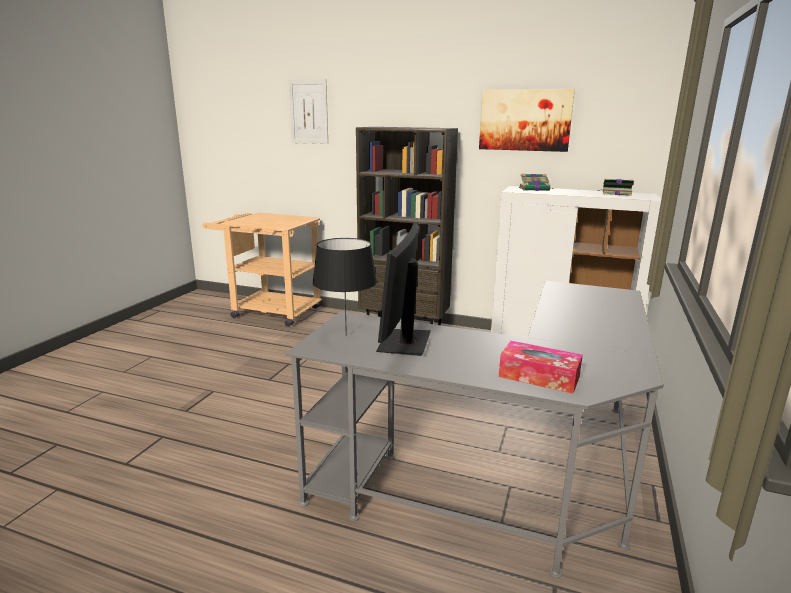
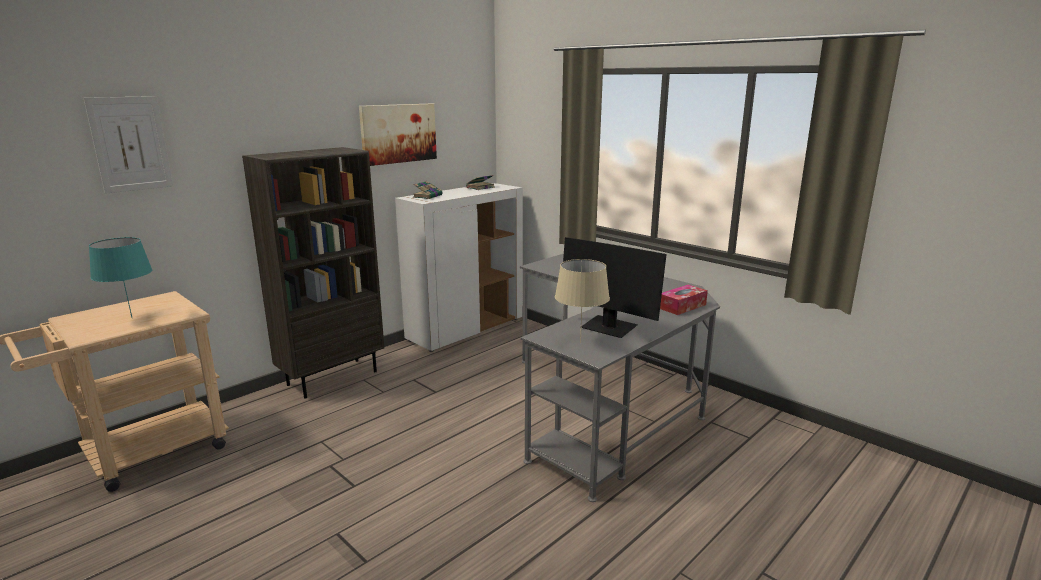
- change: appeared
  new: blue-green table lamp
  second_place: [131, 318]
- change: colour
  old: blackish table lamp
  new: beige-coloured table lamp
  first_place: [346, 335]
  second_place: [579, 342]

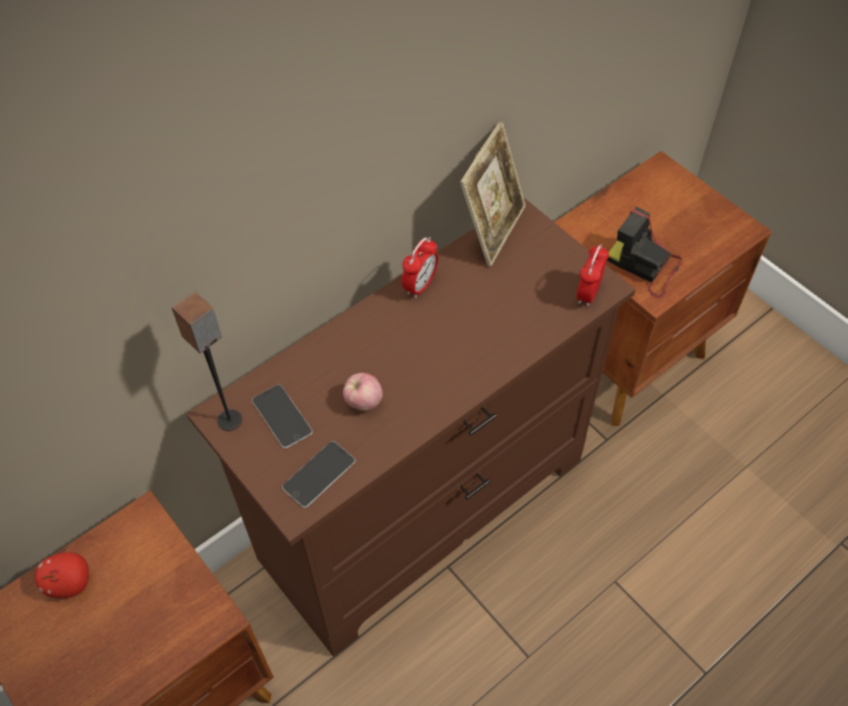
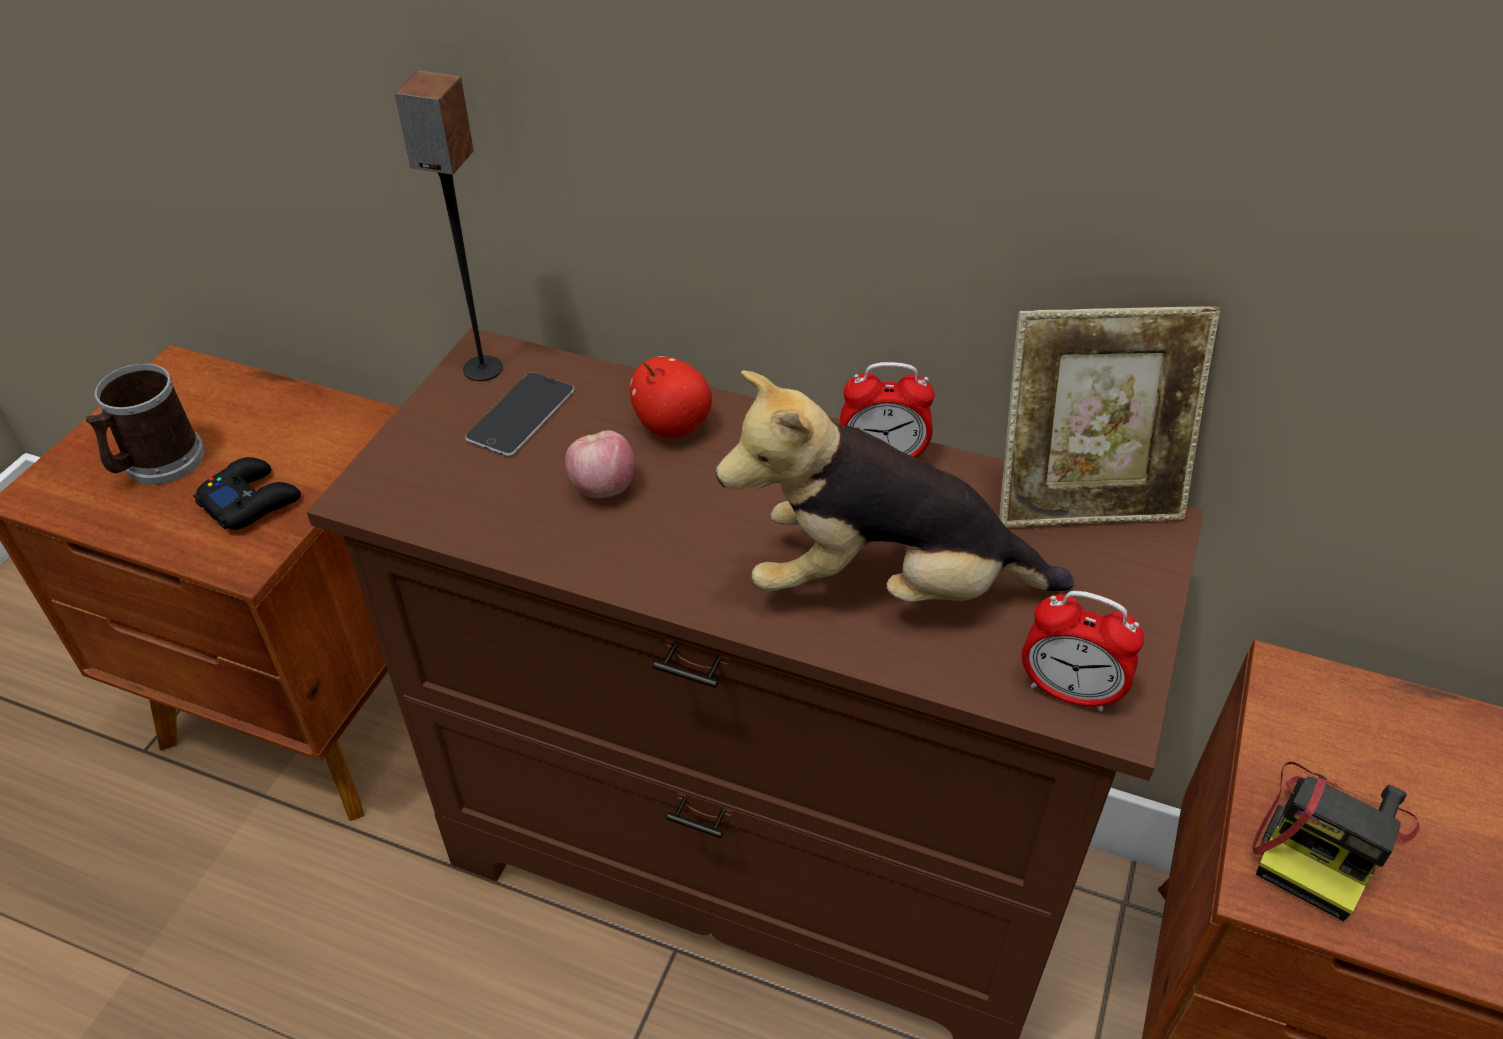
- change: missing
  old: handset
  first_place: [319, 474]
- change: appeared
  new: mug
  second_place: [157, 463]
- change: appeared
  new: blackish game controller
  second_place: [251, 501]
- change: appeared
  new: cuddly toy
  second_place: [885, 586]
- change: relocated
  old: apple fruit
  first_place: [70, 583]
  second_place: [672, 426]
- change: spun
  old: alarm clock
  first_place: [588, 293]
  second_place: [1069, 692]
  degrees: -150
- change: spun
  old: photo camera
  first_place: [645, 266]
  second_place: [1327, 839]
  degrees: -150

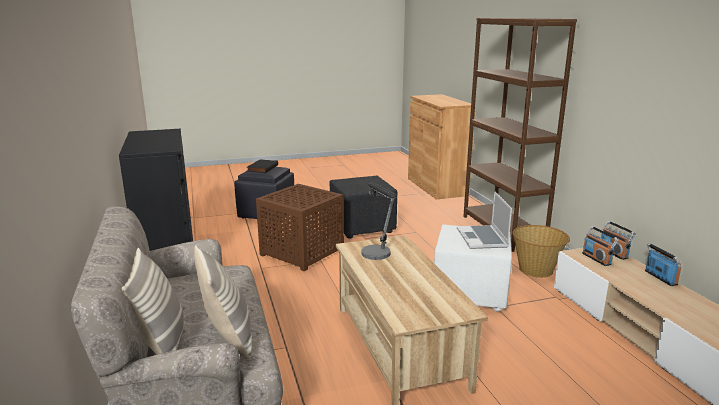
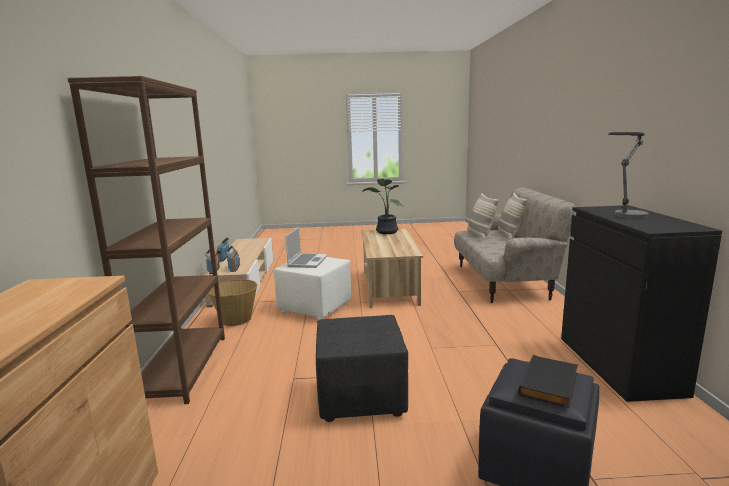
- change: missing
  old: brown accent table
  first_place: [302, 252]
- change: appeared
  new: potted plant
  second_place: [386, 232]
- change: relocated
  old: table lamp
  first_place: [379, 257]
  second_place: [625, 213]

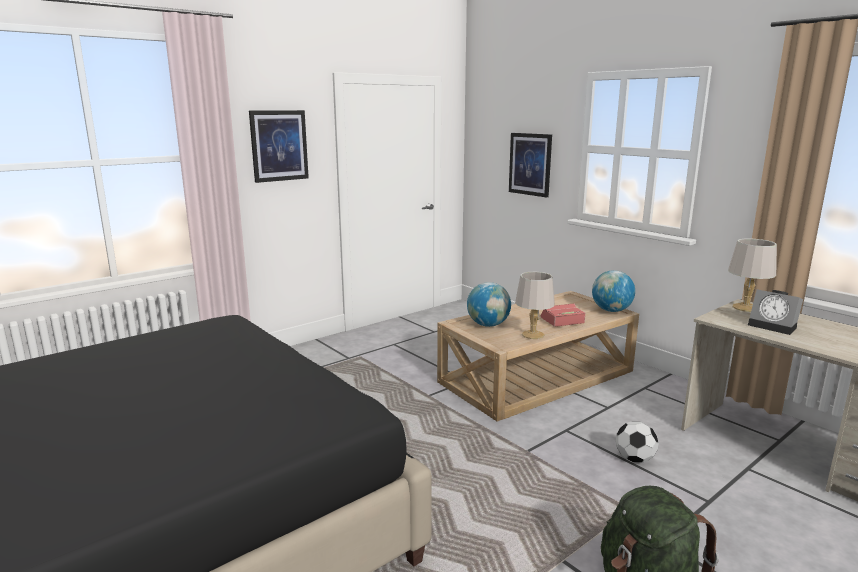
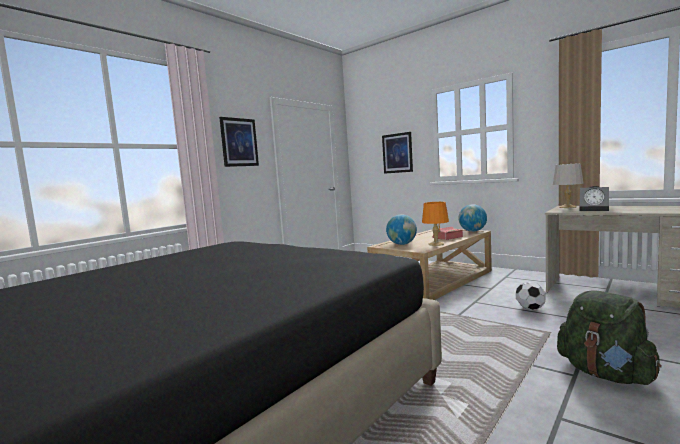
- change: colour
  old: gray table lamp
  new: orange-coloured table lamp
  first_place: [533, 334]
  second_place: [436, 244]

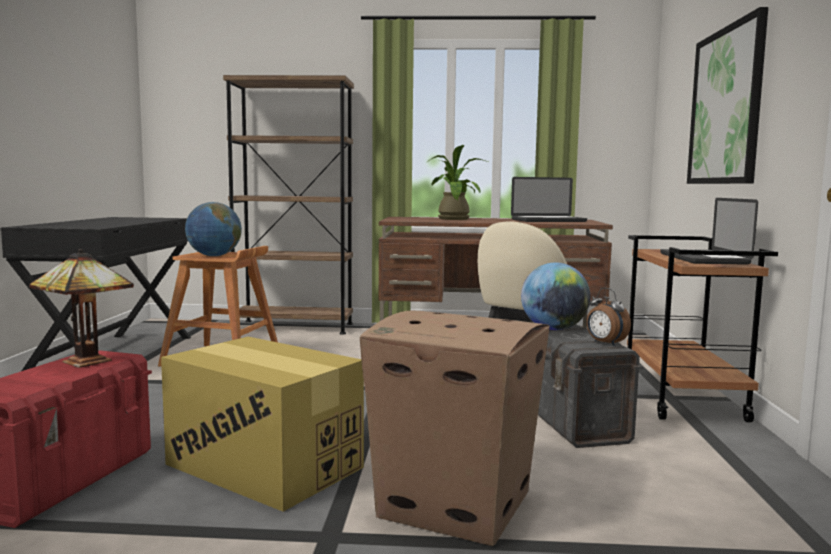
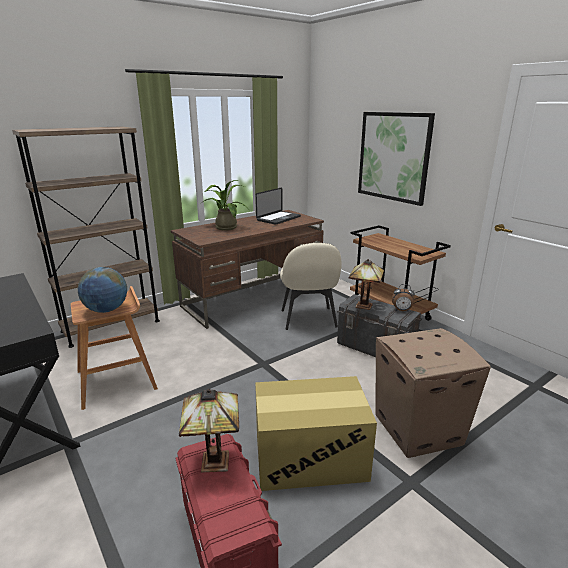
- change: missing
  old: laptop
  first_place: [703, 259]
- change: exchanged
  old: desk globe
  new: table lamp
  first_place: [554, 329]
  second_place: [363, 305]

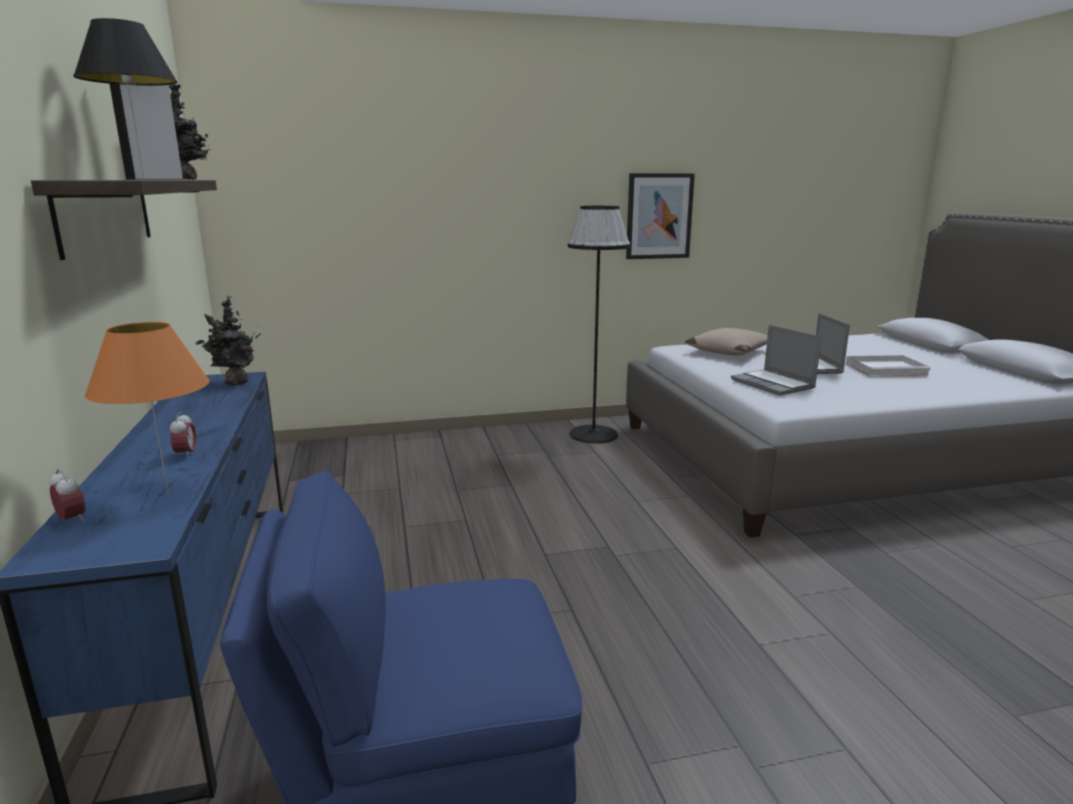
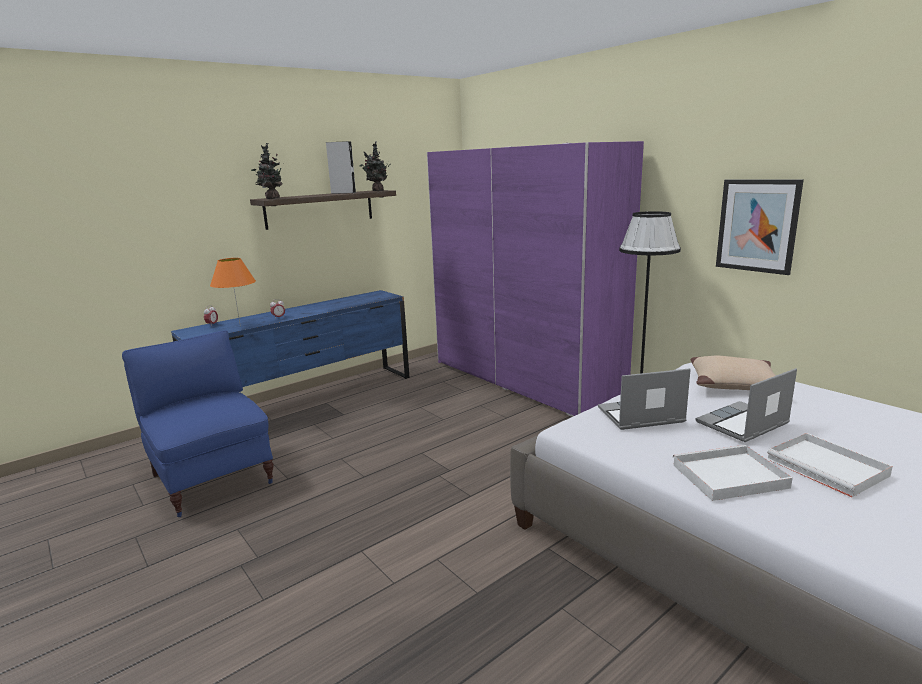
- change: missing
  old: blackish table lamp
  first_place: [143, 179]
- change: appeared
  new: purple-coloured clothes cupboard
  second_place: [524, 379]
- change: appeared
  new: white-coloured tray
  second_place: [727, 477]
- change: relocated
  old: potted plant
  first_place: [235, 383]
  second_place: [271, 198]
- change: spun
  old: laptop
  first_place: [774, 384]
  second_place: [640, 416]
  degrees: 45

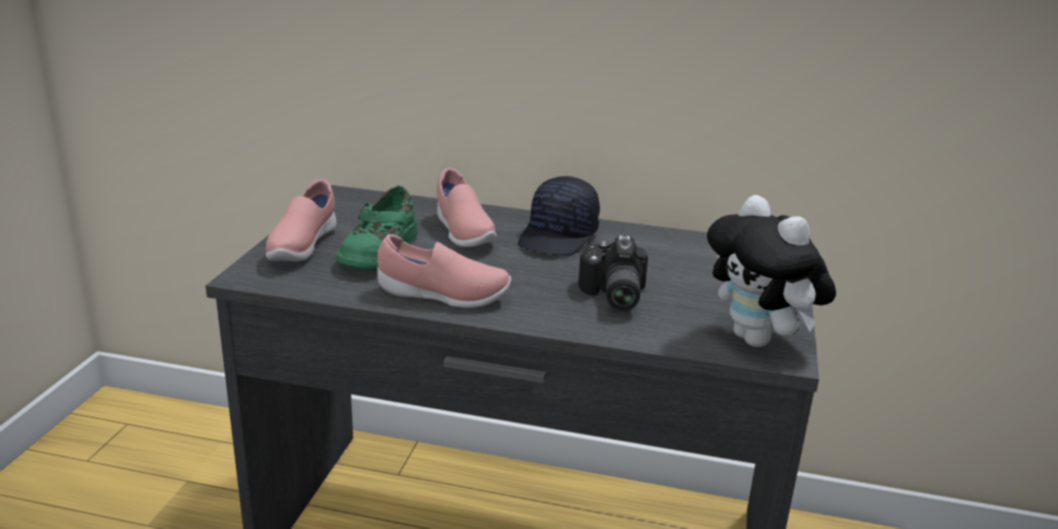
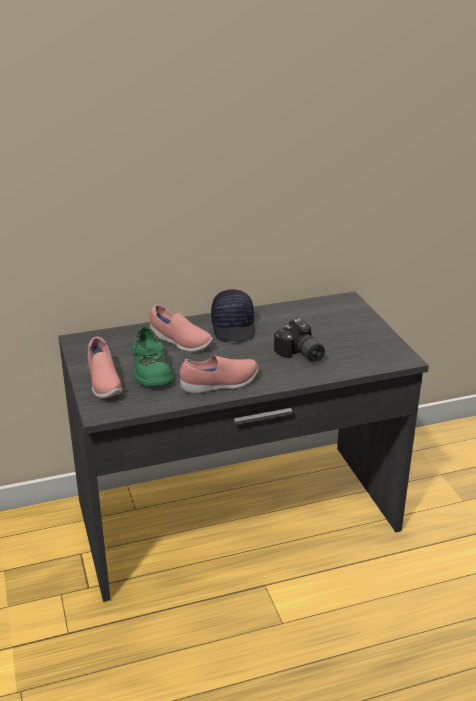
- change: missing
  old: cuddly toy
  first_place: [759, 340]

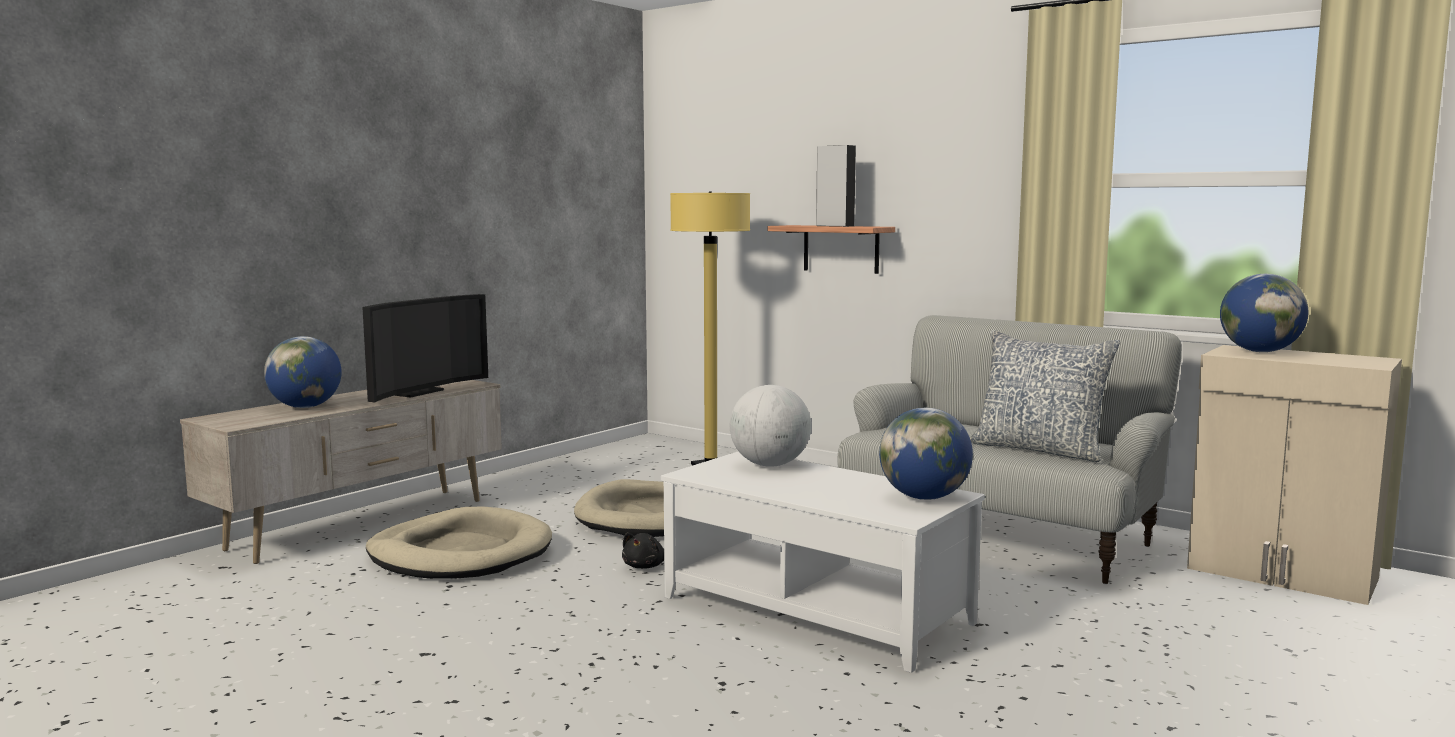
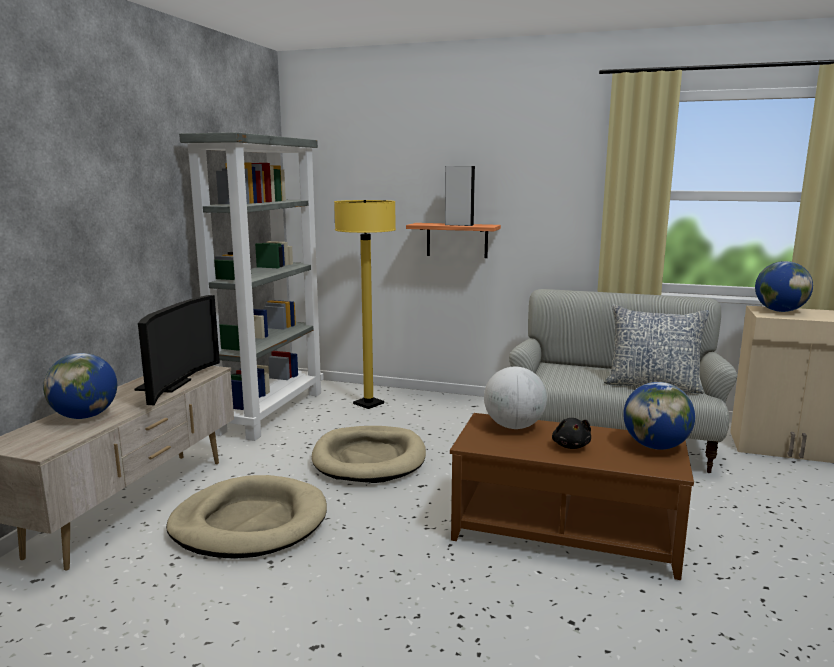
- change: appeared
  new: gray bookshelf
  second_place: [270, 411]
- change: relocated
  old: blackish cuddly toy
  first_place: [645, 566]
  second_place: [571, 446]
- change: colour
  old: white-coloured lounge table
  new: brown lounge table
  first_place: [817, 609]
  second_place: [565, 531]

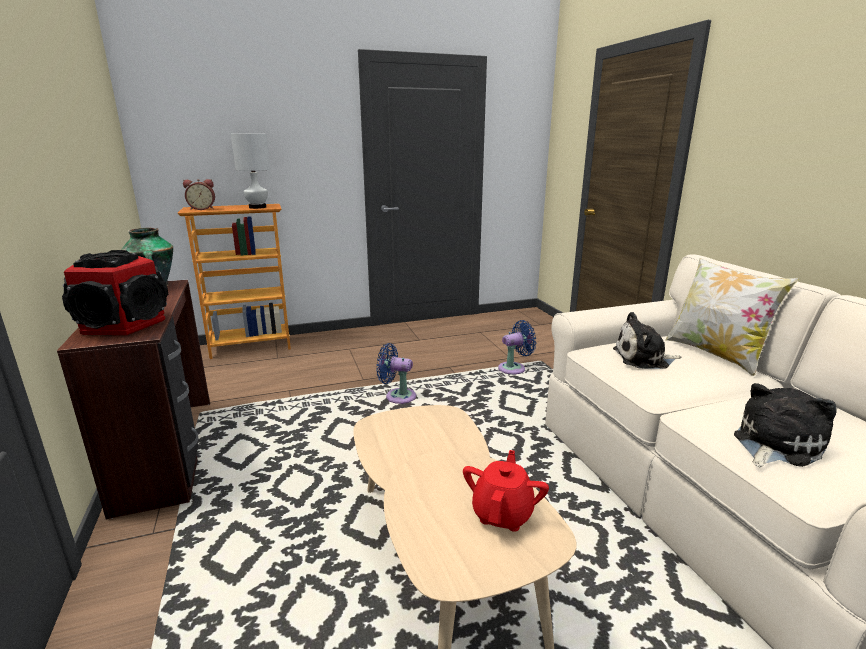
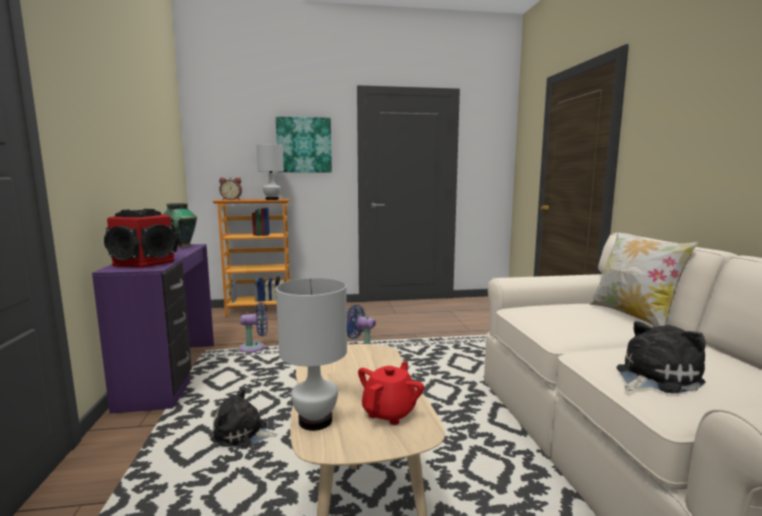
- change: appeared
  new: wall art
  second_place: [304, 145]
- change: appeared
  new: white-coloured table lamp
  second_place: [315, 421]
- change: relocated
  old: bluish fan
  first_place: [514, 368]
  second_place: [255, 347]
- change: relocated
  old: cuddly toy
  first_place: [644, 359]
  second_place: [243, 434]
- change: colour
  old: brown desk table
  new: purple-coloured desk table
  first_place: [169, 451]
  second_place: [172, 373]

